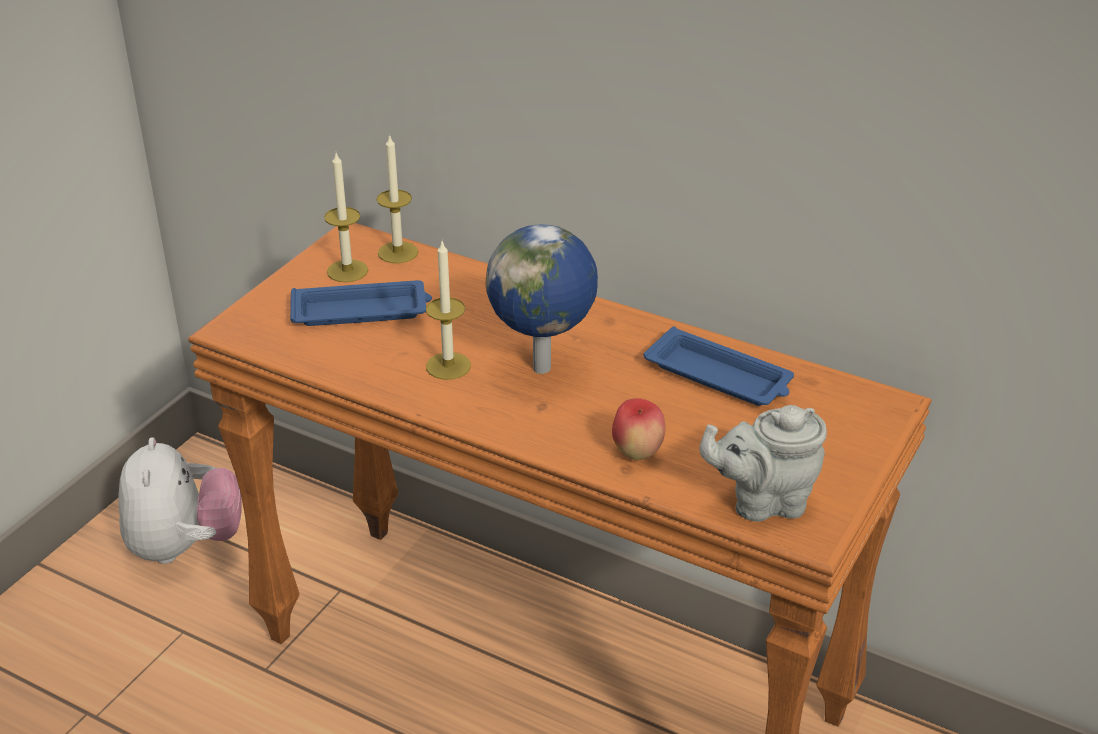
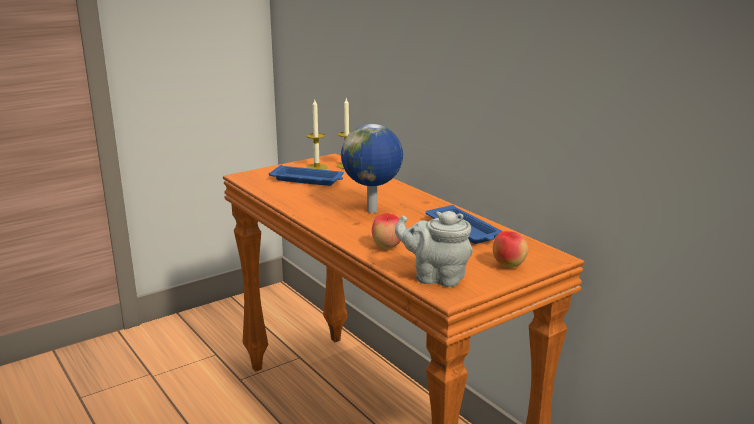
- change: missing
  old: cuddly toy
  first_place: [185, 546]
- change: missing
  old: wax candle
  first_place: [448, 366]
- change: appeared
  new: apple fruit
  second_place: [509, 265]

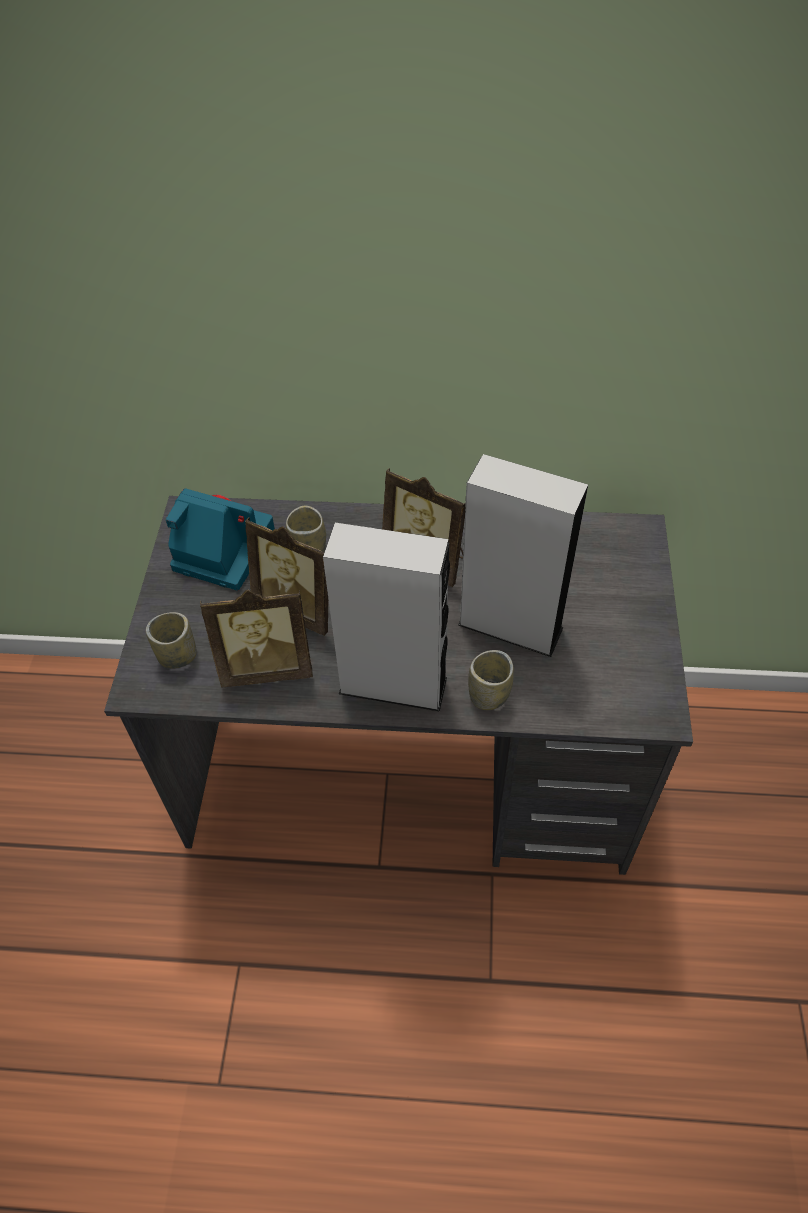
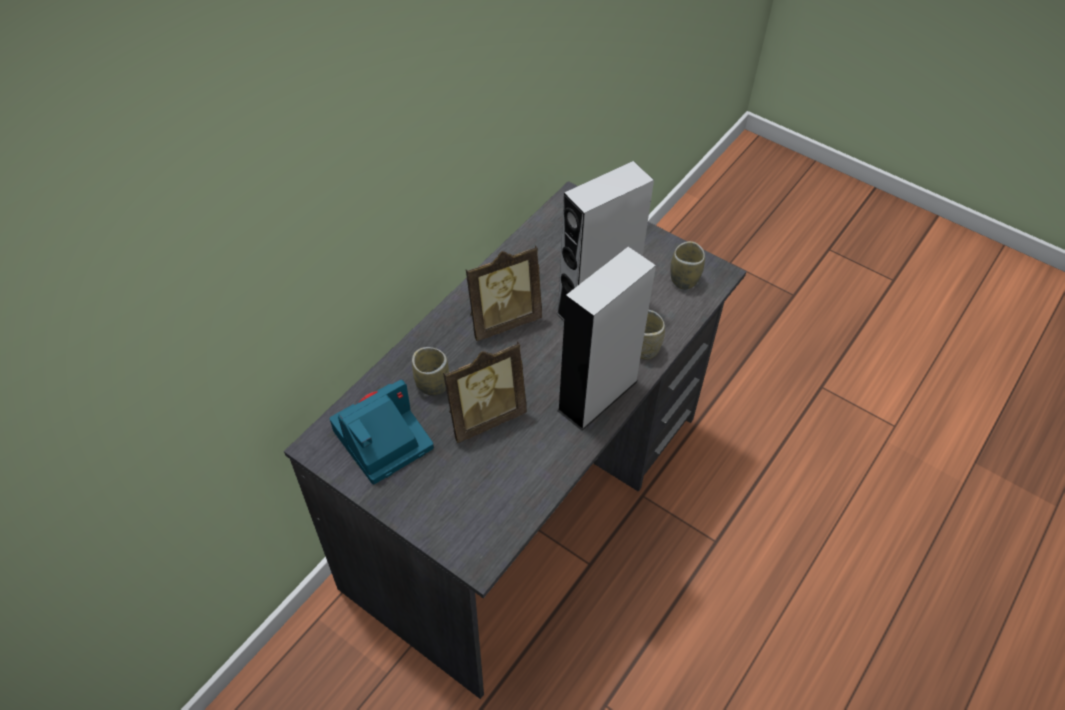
- change: missing
  old: photo frame
  first_place: [267, 667]
- change: relocated
  old: small cup
  first_place: [177, 656]
  second_place: [684, 279]

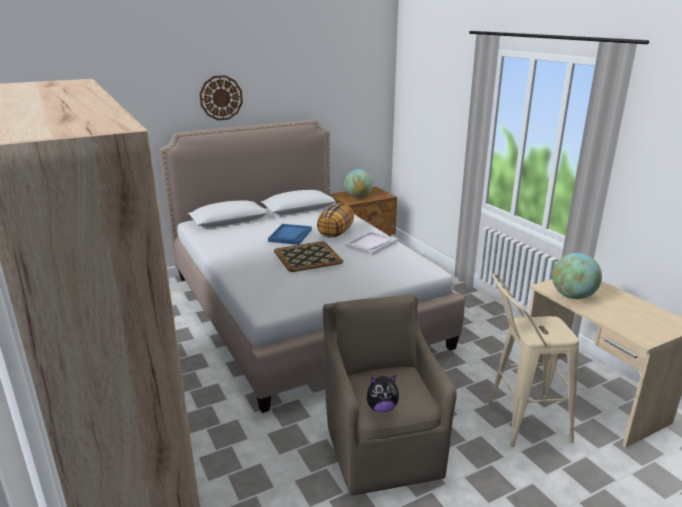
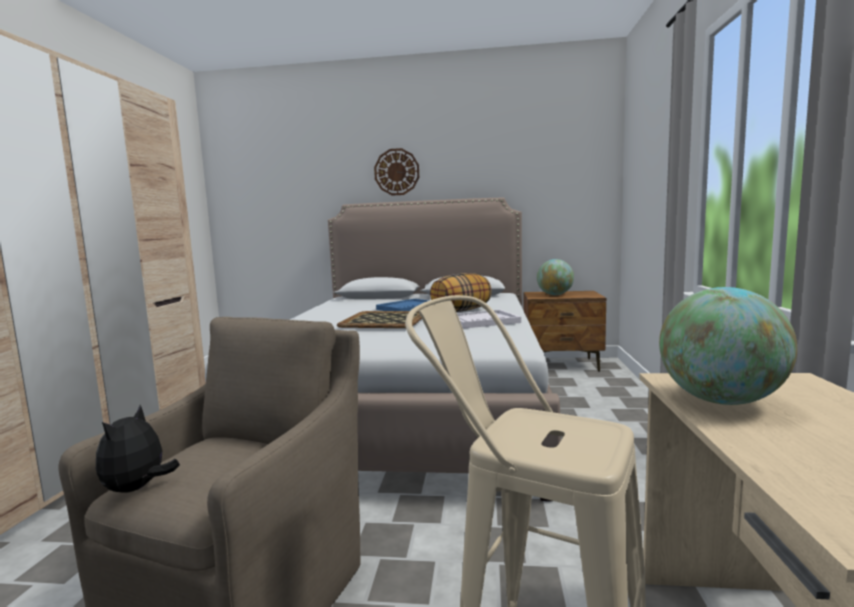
- change: spun
  old: cuddly toy
  first_place: [381, 408]
  second_place: [137, 488]
  degrees: 75

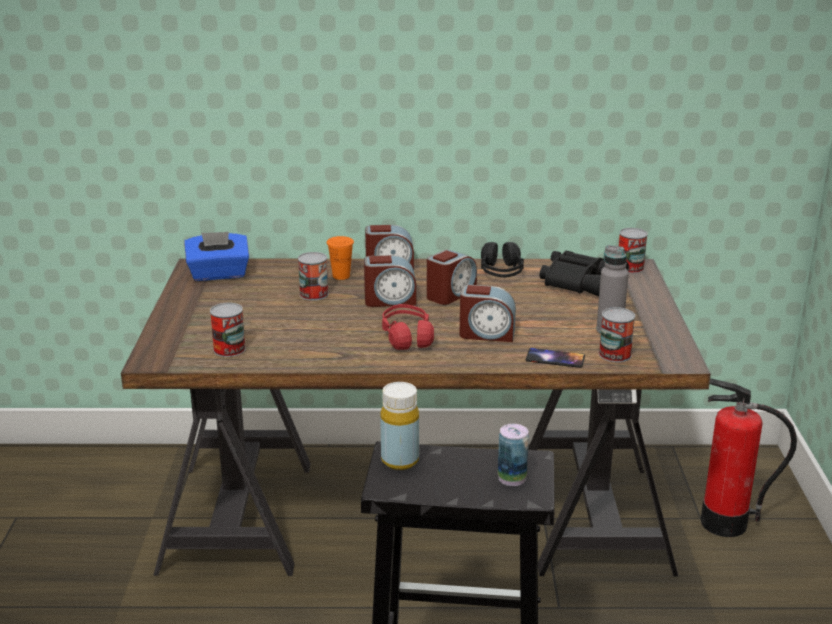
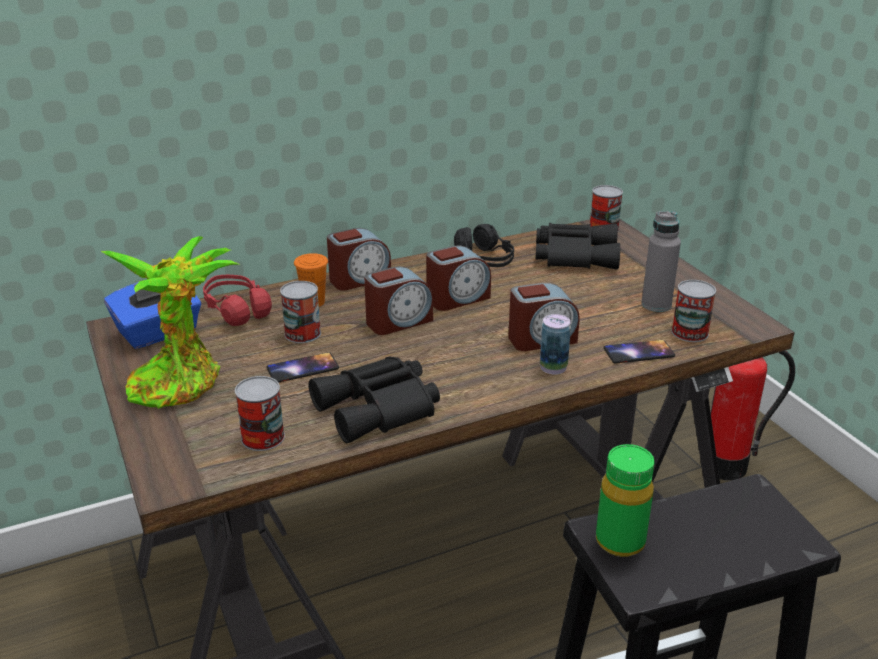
- change: appeared
  new: potted plant
  second_place: [180, 381]
- change: appeared
  new: handset
  second_place: [302, 368]
- change: appeared
  new: blackish binoculars
  second_place: [379, 409]
- change: relocated
  old: reddish headset
  first_place: [407, 337]
  second_place: [236, 310]
- change: relocated
  old: can
  first_place: [512, 478]
  second_place: [553, 367]
- change: colour
  old: yellow-coloured bottle
  new: green bottle
  first_place: [400, 460]
  second_place: [620, 541]
- change: spun
  old: alarm clock
  first_place: [450, 294]
  second_place: [457, 298]
  degrees: 45

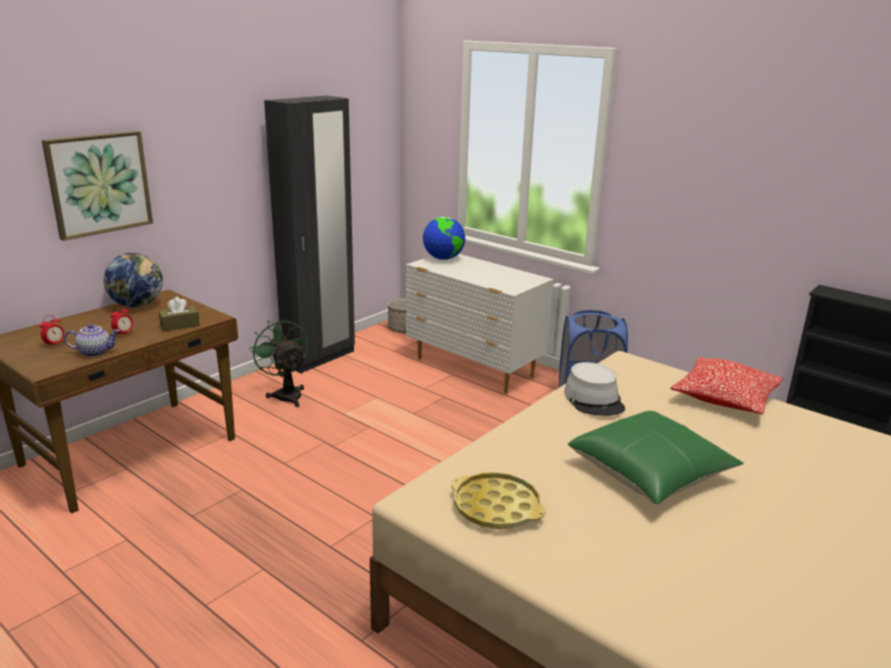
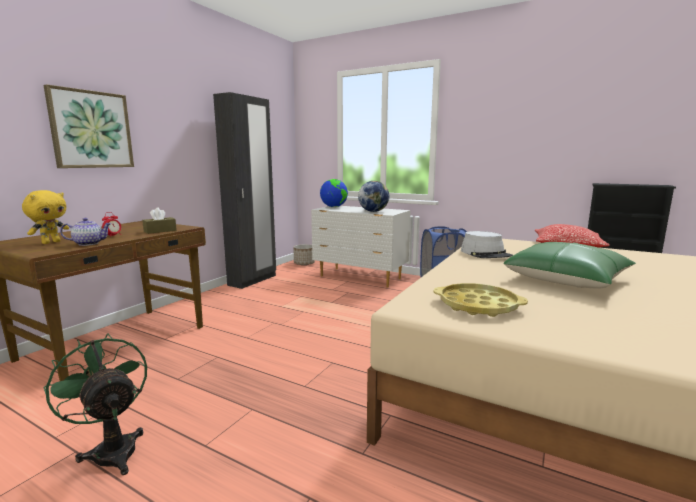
- change: relocated
  old: desk globe
  first_place: [137, 305]
  second_place: [373, 211]
- change: relocated
  old: green fan
  first_place: [286, 394]
  second_place: [112, 449]
- change: exchanged
  old: alarm clock
  new: yellow-coloured cuddly toy
  first_place: [55, 344]
  second_place: [51, 242]

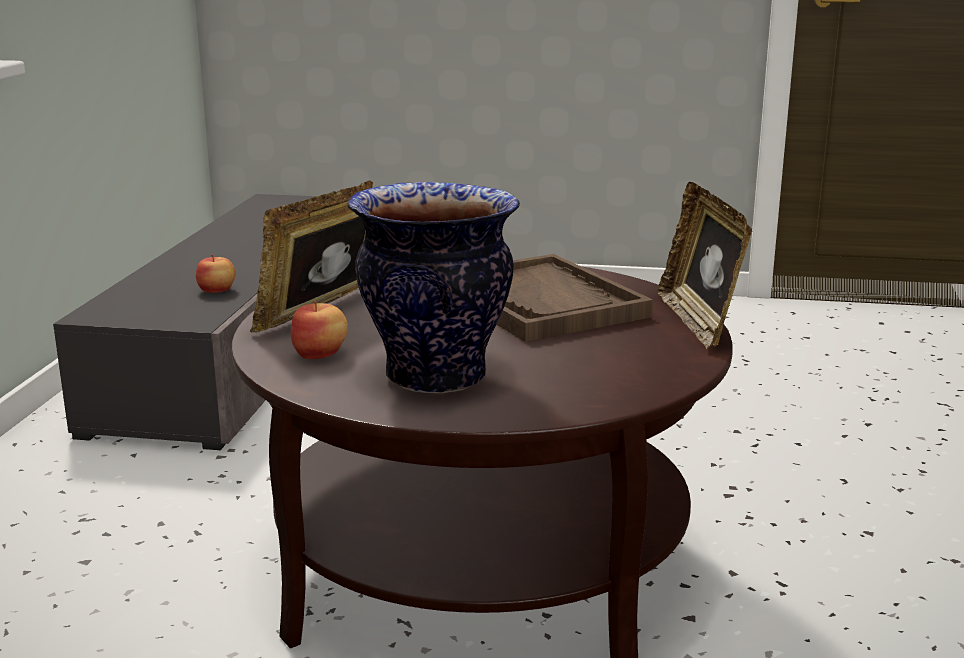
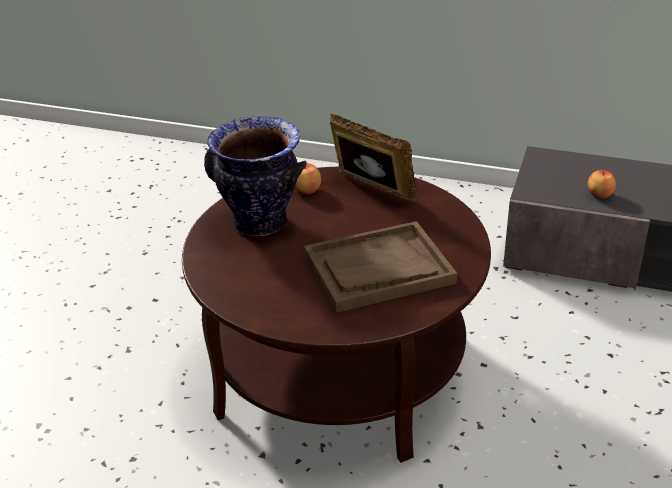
- change: missing
  old: photo frame
  first_place: [699, 322]

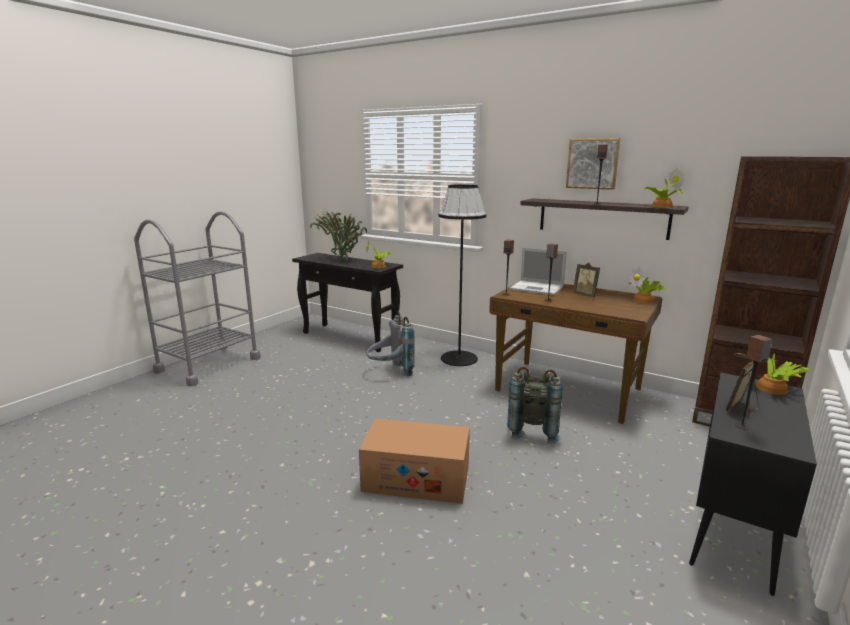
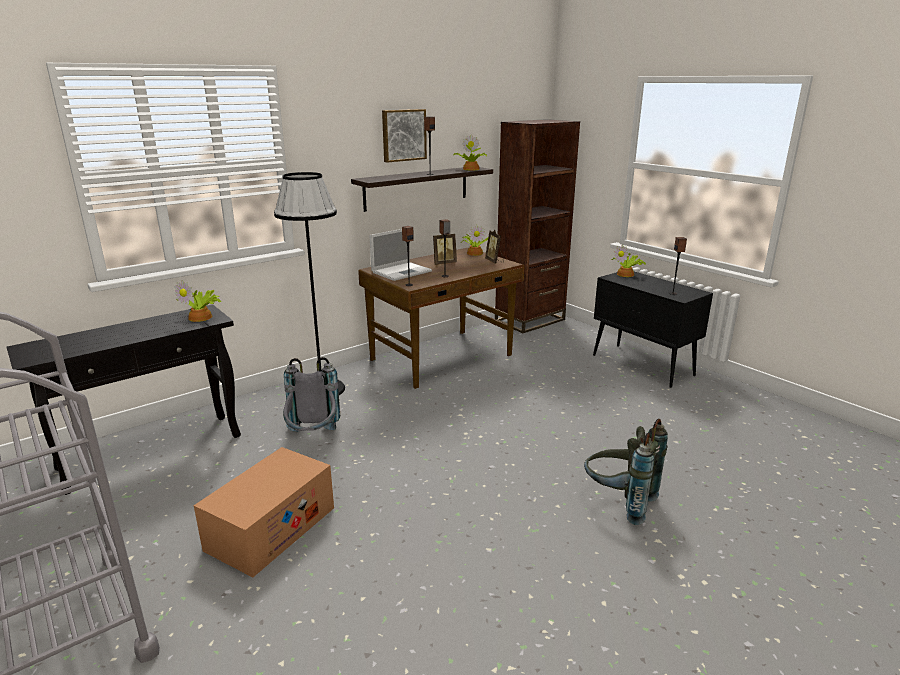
- change: missing
  old: potted plant
  first_place: [342, 260]
- change: relocated
  old: packing box
  first_place: [416, 478]
  second_place: [271, 528]
- change: relocated
  old: gray backpack
  first_place: [532, 430]
  second_place: [619, 502]
- change: relocated
  old: photo frame
  first_place: [742, 410]
  second_place: [494, 261]

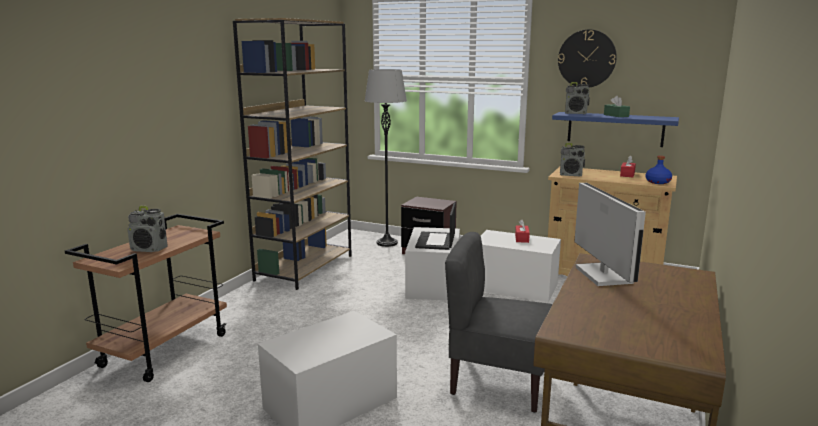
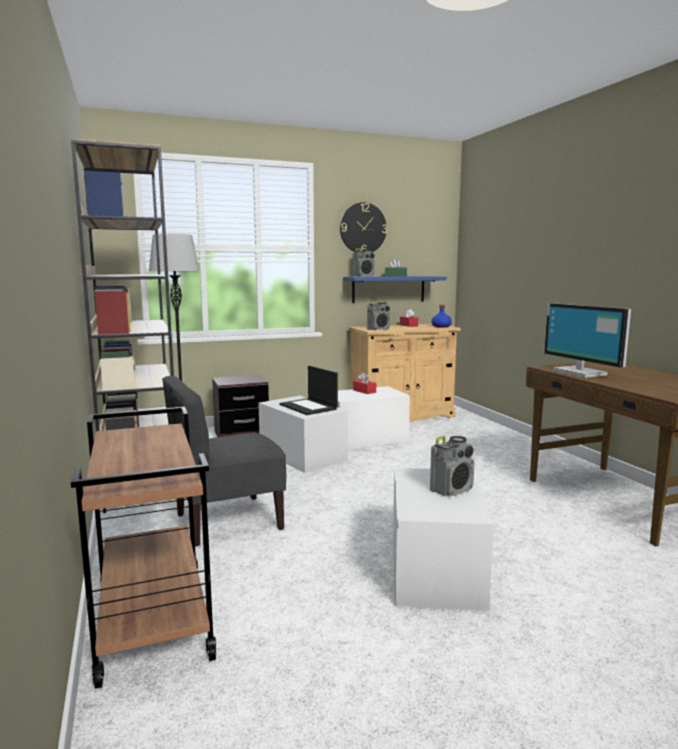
- change: relocated
  old: radio set
  first_place: [149, 249]
  second_place: [452, 490]
- change: relocated
  old: gray upright chair
  first_place: [498, 382]
  second_place: [228, 521]
- change: spun
  old: computer display
  first_place: [601, 275]
  second_place: [581, 372]
  degrees: -150

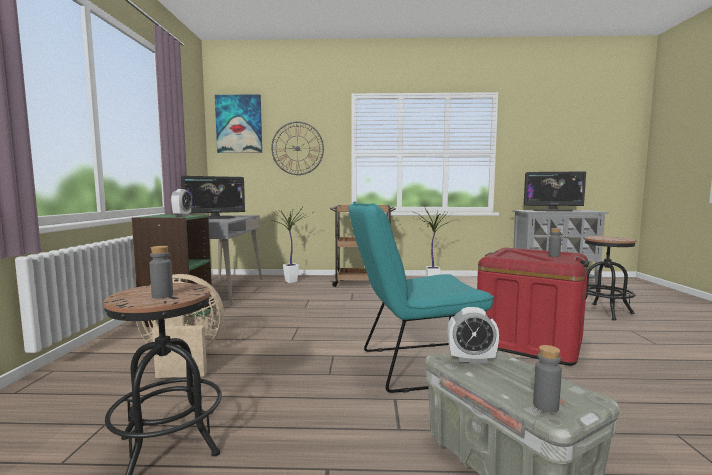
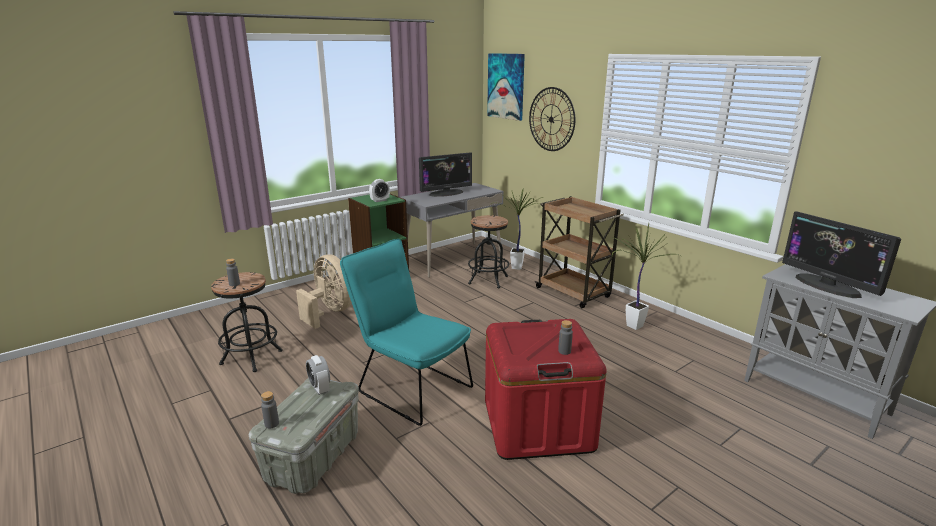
- change: relocated
  old: blackish sitting stool
  first_place: [603, 312]
  second_place: [488, 280]
- change: spun
  old: computer display
  first_place: [215, 218]
  second_place: [446, 193]
  degrees: -45

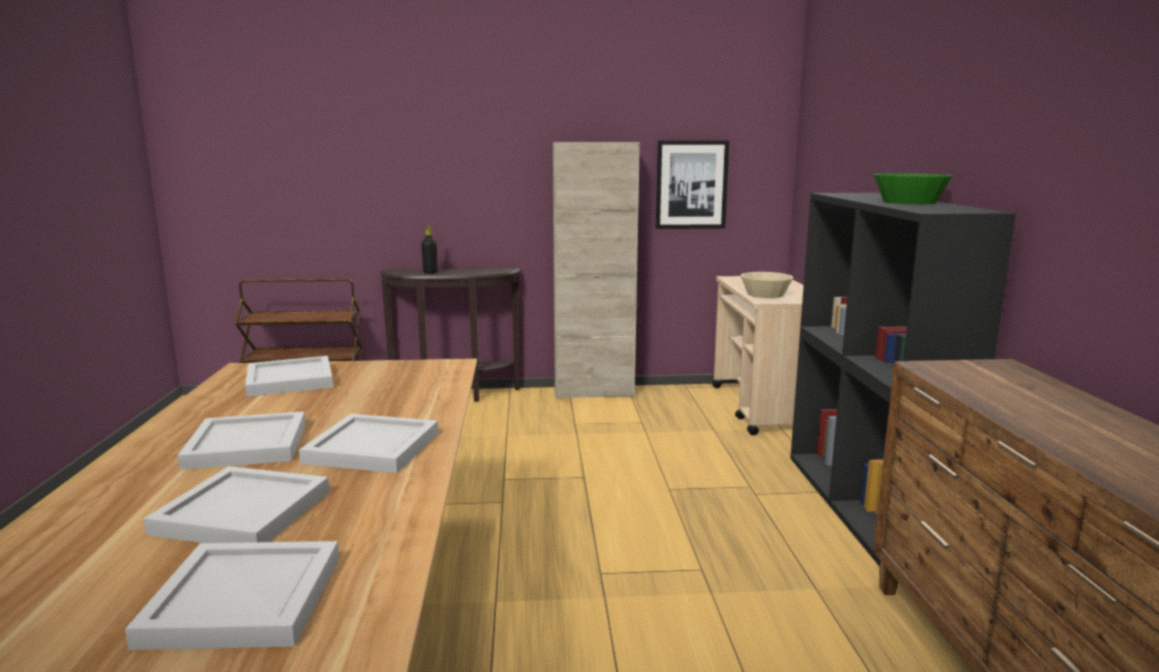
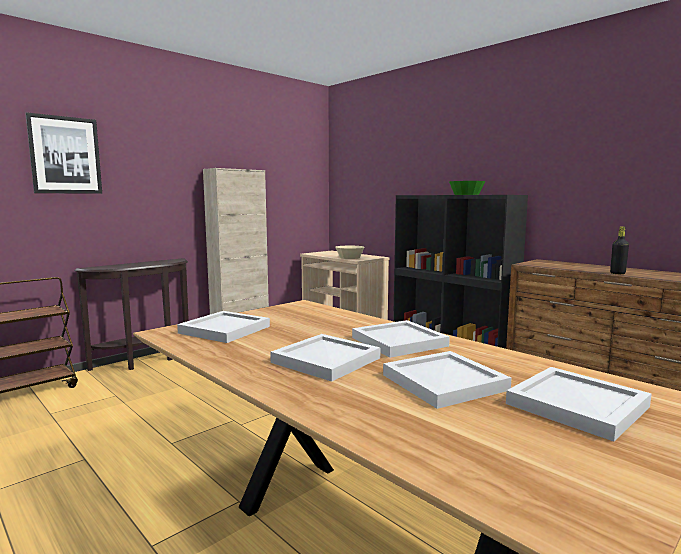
- change: relocated
  old: blackish bottle
  first_place: [430, 273]
  second_place: [617, 273]
- change: relocated
  old: wall art
  first_place: [691, 184]
  second_place: [65, 155]

